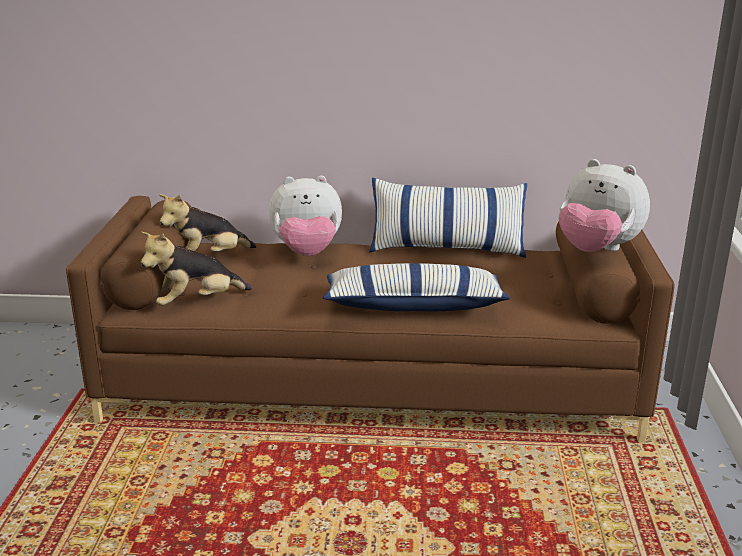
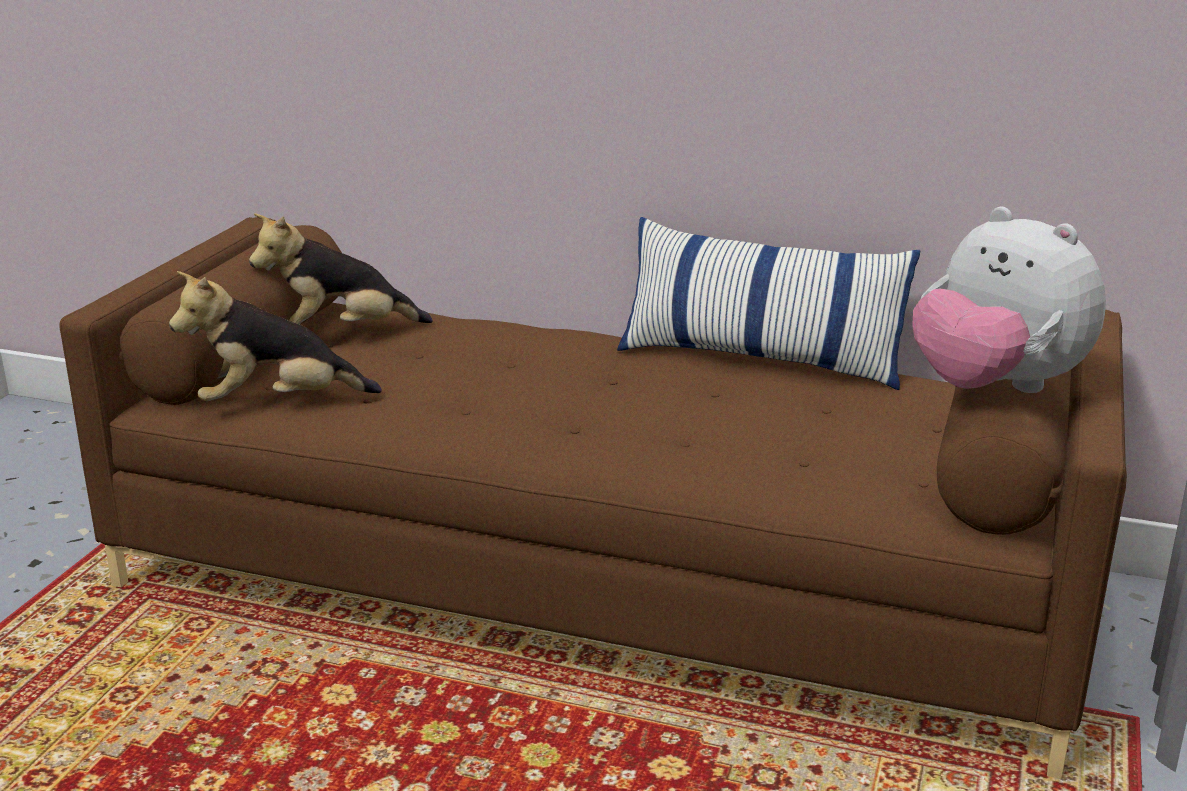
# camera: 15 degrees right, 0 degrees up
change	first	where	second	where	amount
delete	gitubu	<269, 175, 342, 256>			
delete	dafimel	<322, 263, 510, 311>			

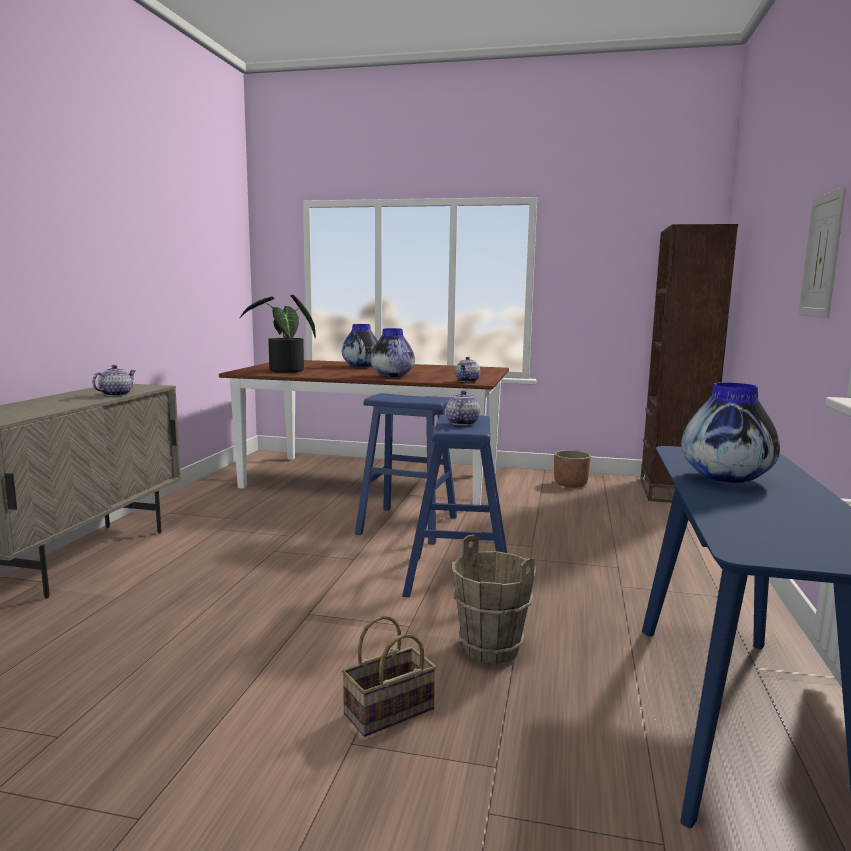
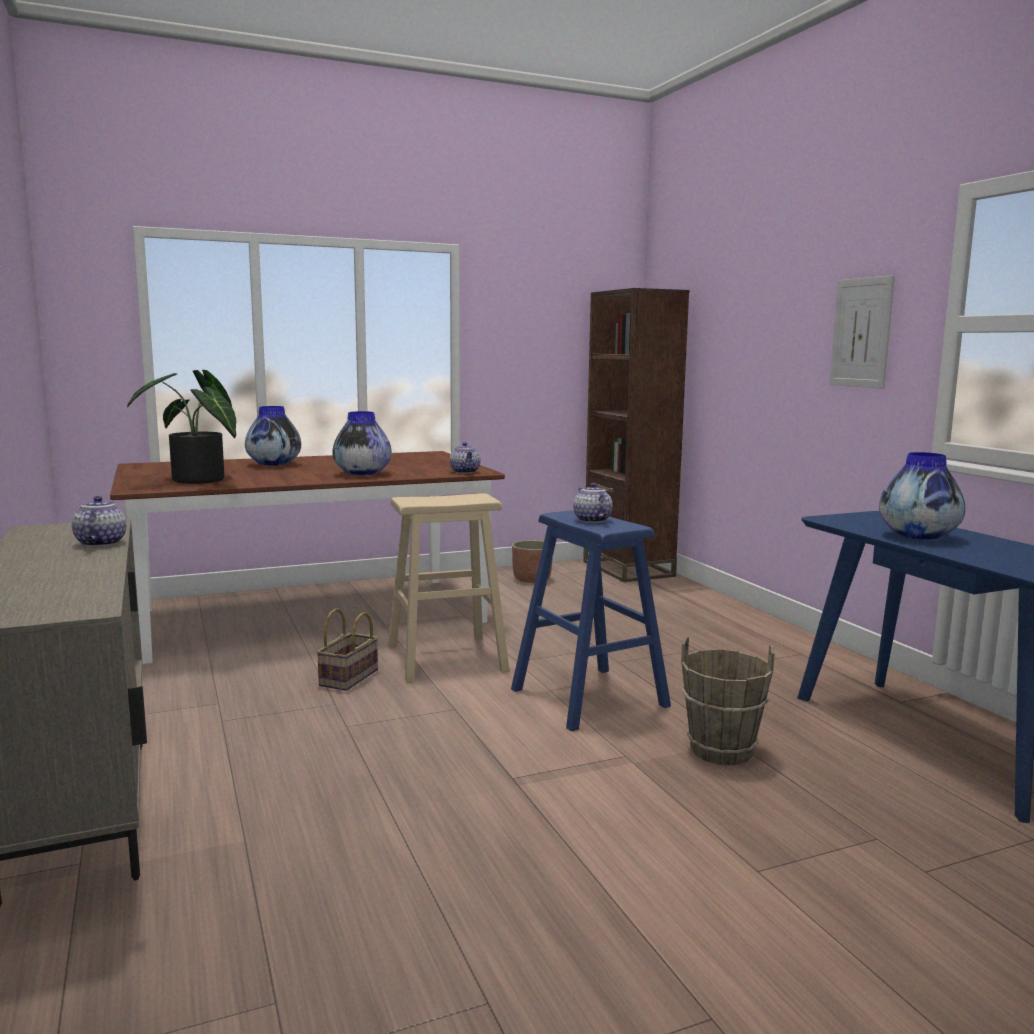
# camera: 35 degrees left, 0 degrees up
change	first	where	second	where	amount
move	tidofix	<342, 615, 436, 737>		<317, 608, 378, 691>	
recolor	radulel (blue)	<355, 393, 457, 545>	radulel (beige)	<388, 493, 510, 683>	

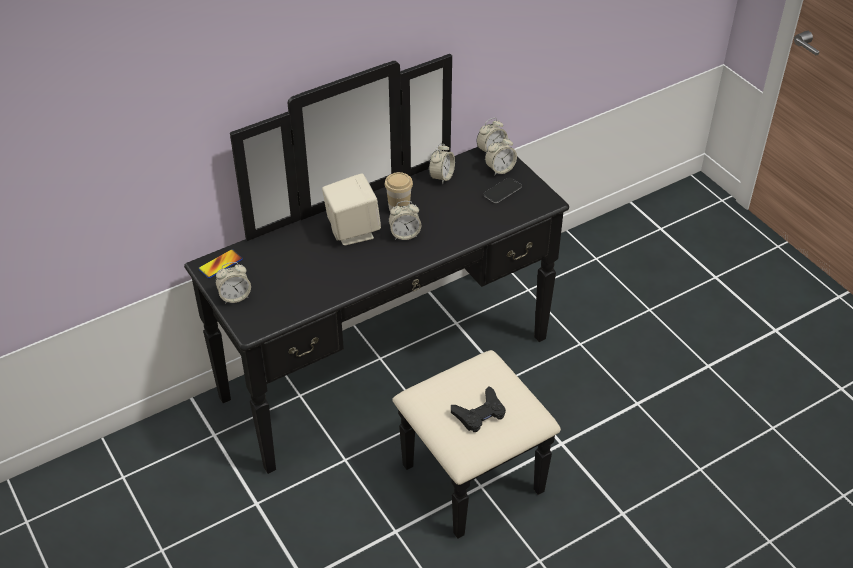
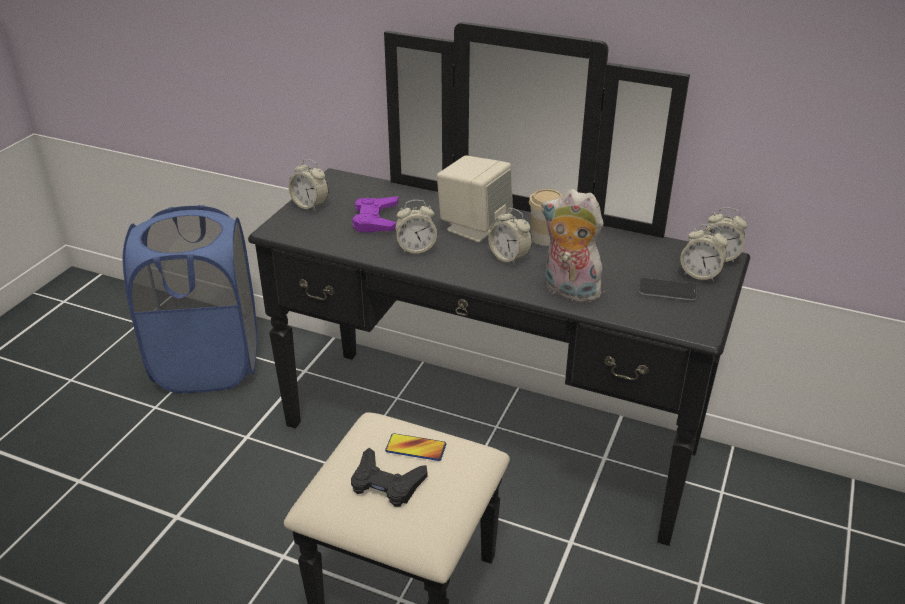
# camera: 55 degrees right, 10 degrees down
change	first	where	second	where	amount
insert			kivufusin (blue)	<123, 205, 257, 393>	
insert			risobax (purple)	<352, 196, 398, 232>	
move	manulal	<198, 249, 243, 278>		<385, 433, 446, 461>	
move	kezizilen	<429, 143, 455, 185>		<395, 200, 437, 254>	
insert			gitubu	<541, 189, 606, 302>	

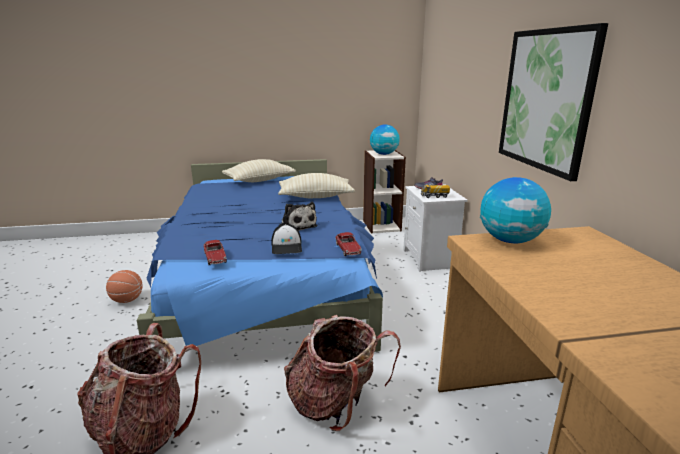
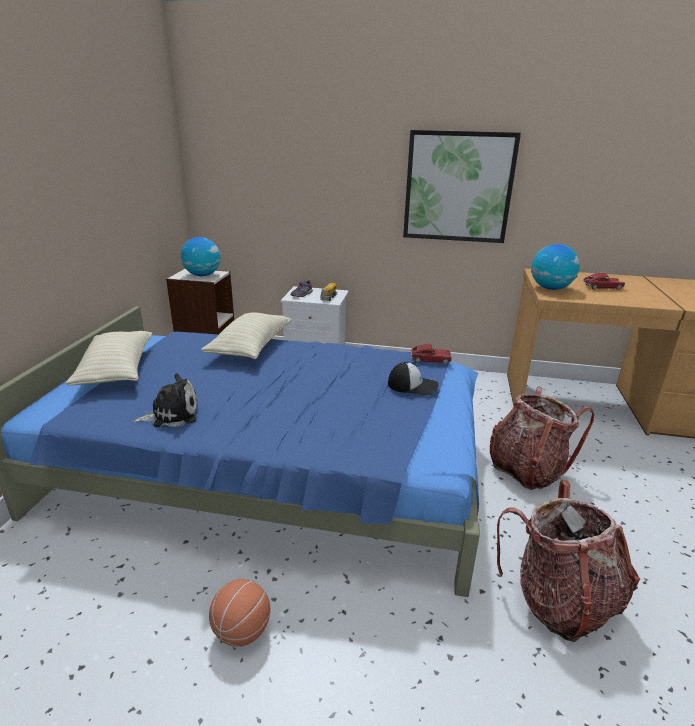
# camera: 70 degrees left, 5 degrees up
change	first	where	second	where	amount
move	gitubu	<279, 202, 318, 231>		<133, 373, 198, 427>	
move	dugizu	<203, 240, 227, 265>		<583, 273, 625, 290>	

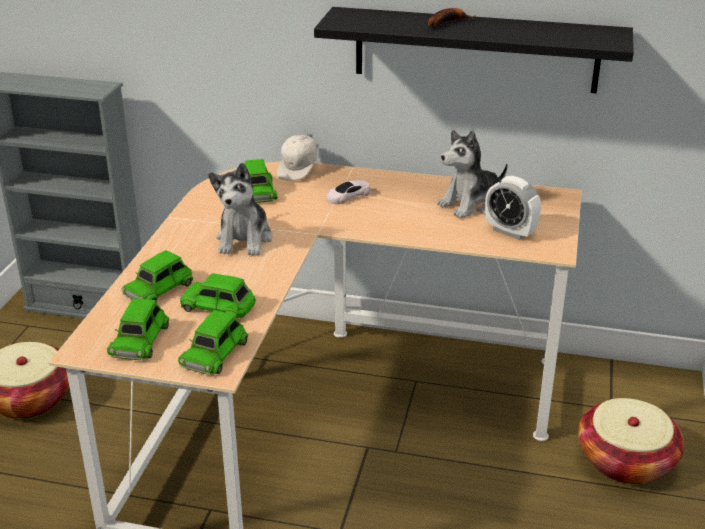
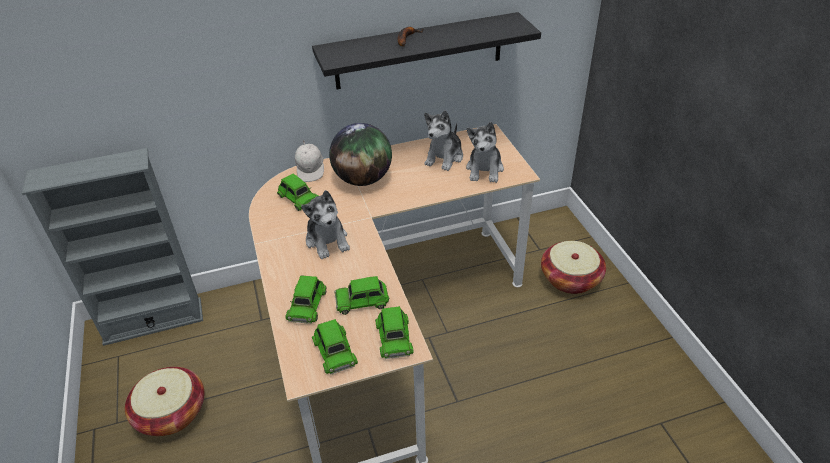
# camera: 30 degrees left, 10 degrees up
change	first	where	second	where	amount
replace	dugizu (white)	<327, 180, 371, 204>	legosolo	<329, 123, 392, 186>	
replace	kezizilen	<485, 176, 541, 240>	gitubu	<466, 122, 504, 183>	

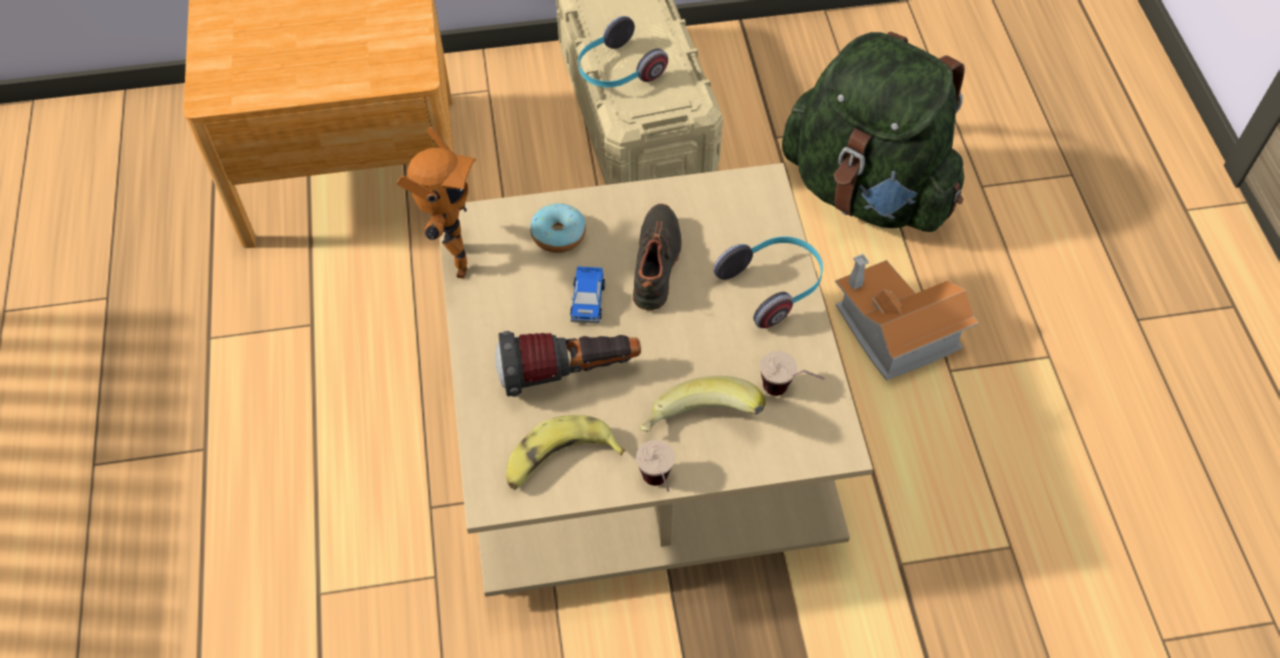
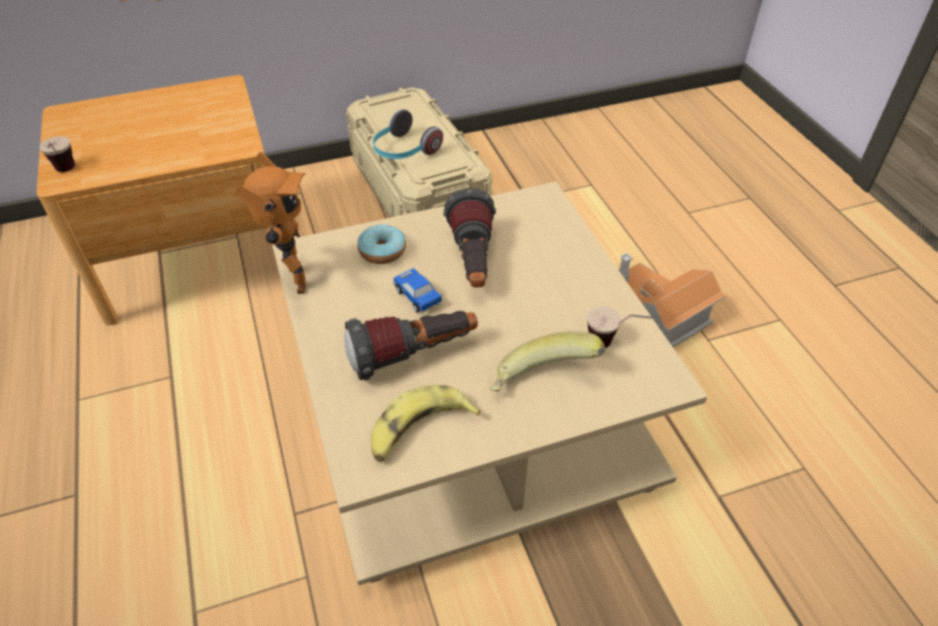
# camera: 10 degrees left, 10 degrees down
change	first	where	second	where	amount
move	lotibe	<636, 440, 675, 492>		<40, 136, 75, 172>	
rotate	dugizu	<570, 266, 605, 324>		<393, 268, 442, 313>	150 degrees clockwise
replace	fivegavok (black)	<633, 204, 681, 310>	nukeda	<443, 188, 496, 288>	
delete	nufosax	<714, 237, 823, 328>			
delete	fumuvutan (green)	<782, 32, 965, 232>			

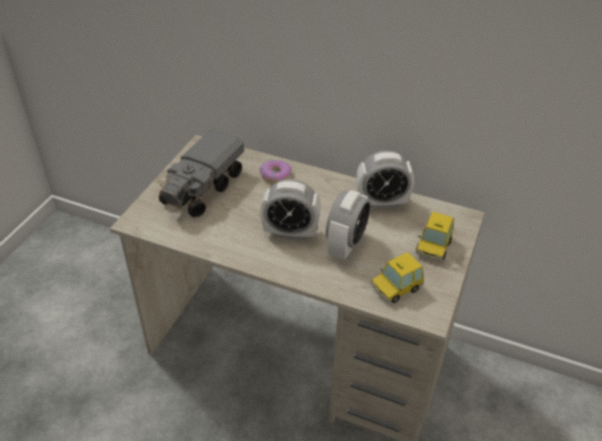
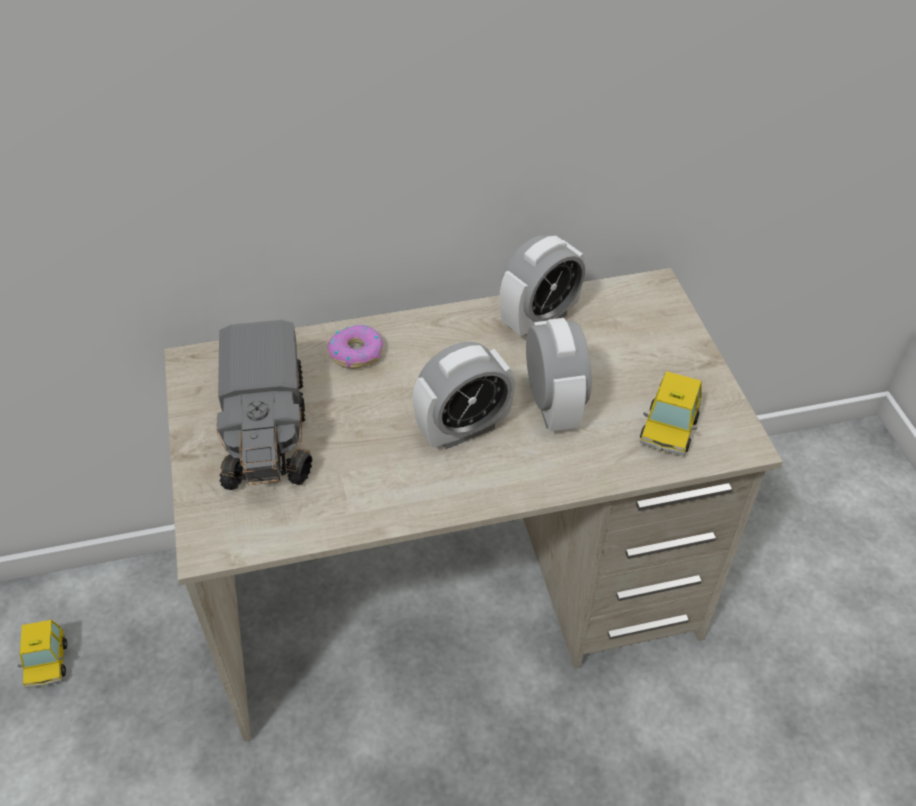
# camera: 35 degrees left, 5 degrees up
change	first	where	second	where	amount
move	dugizu	<416, 212, 453, 261>		<17, 620, 67, 688>	

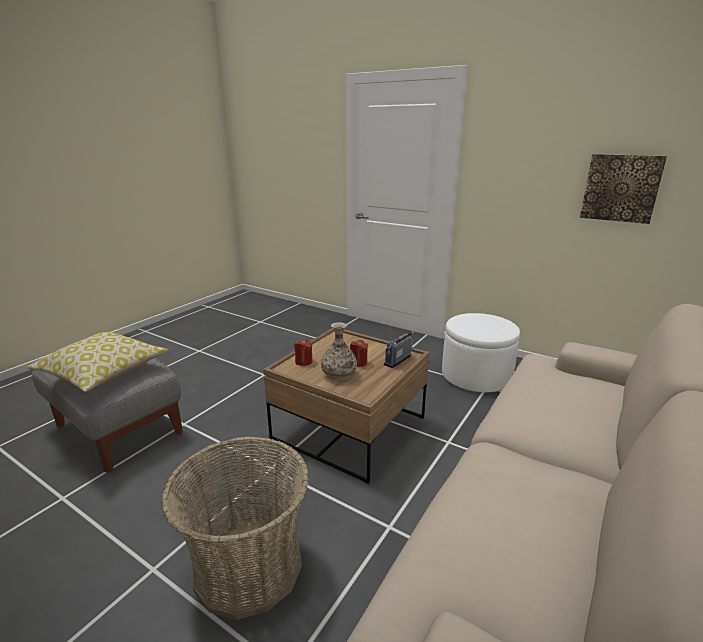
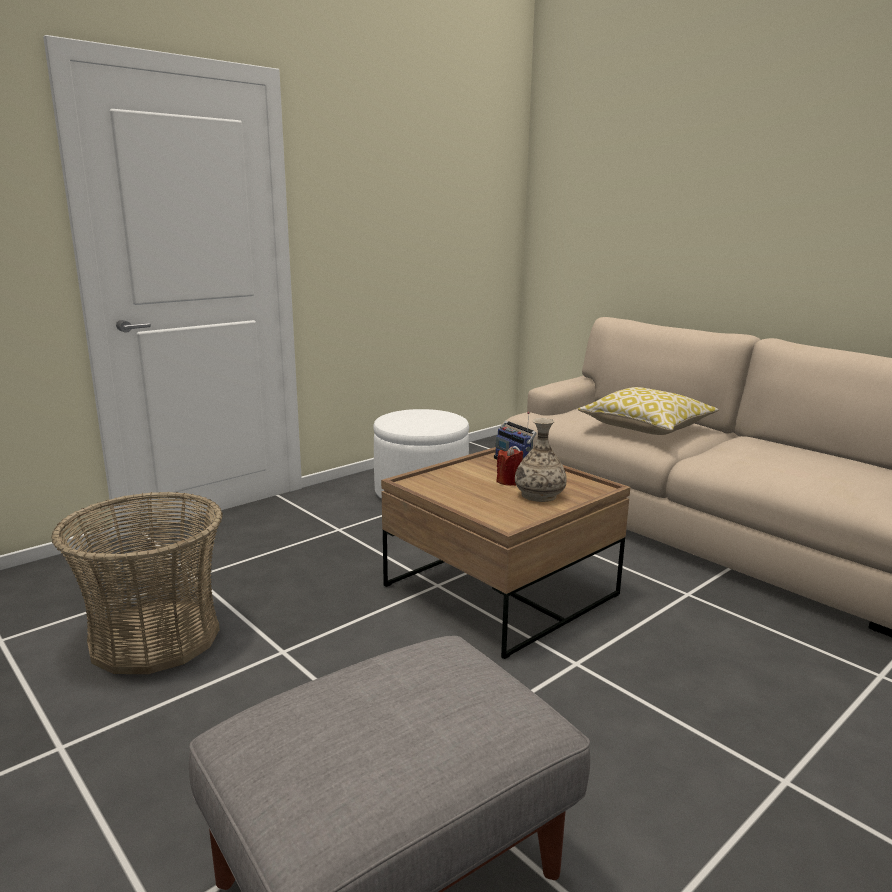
# camera: 75 degrees left, 5 degrees down
change	first	where	second	where	amount
move	tidofix	<161, 436, 309, 620>		<51, 492, 223, 674>	
move	dafimel	<27, 332, 168, 392>		<578, 387, 719, 435>	
delete	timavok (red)	<294, 339, 313, 366>			
delete	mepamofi	<580, 154, 667, 224>			

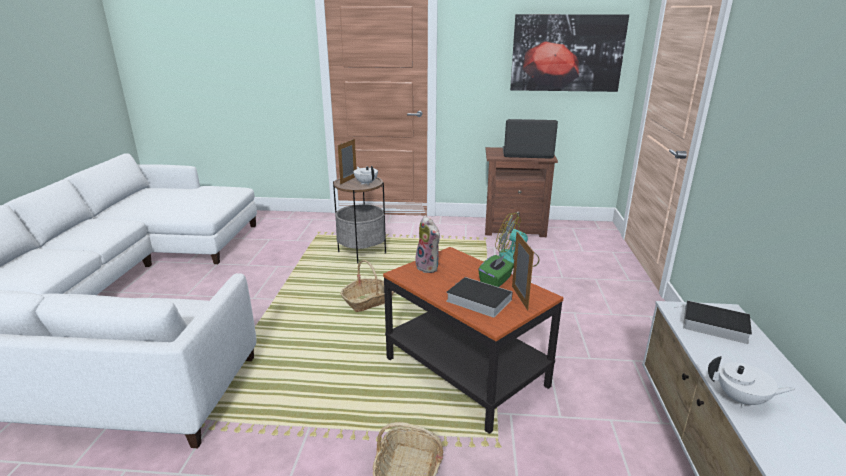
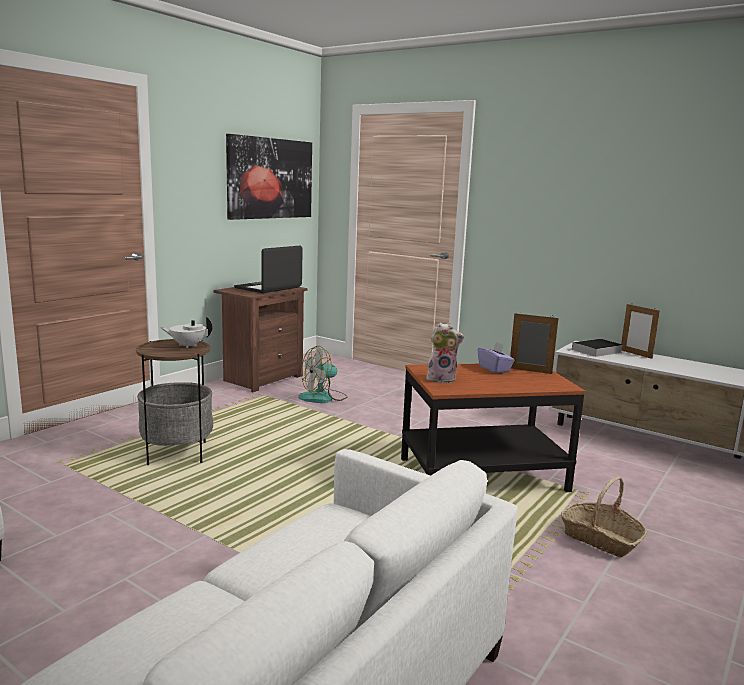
# camera: 60 degrees left, 10 degrees down
change	first	where	second	where	amount
recolor	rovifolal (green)	<478, 255, 514, 287>	rovifolal (purple)	<478, 341, 515, 373>	
move	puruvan	<338, 138, 356, 185>		<621, 303, 660, 359>	
delete	tidofix	<341, 260, 395, 312>			
delete	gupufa	<446, 277, 513, 318>			
delete	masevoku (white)	<708, 356, 795, 408>			

